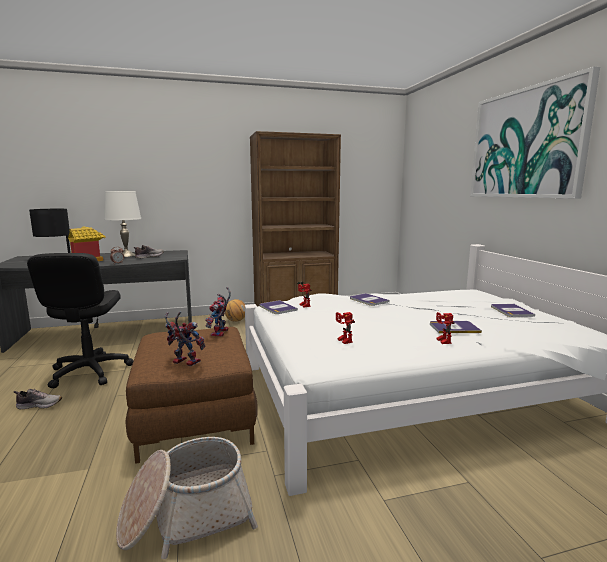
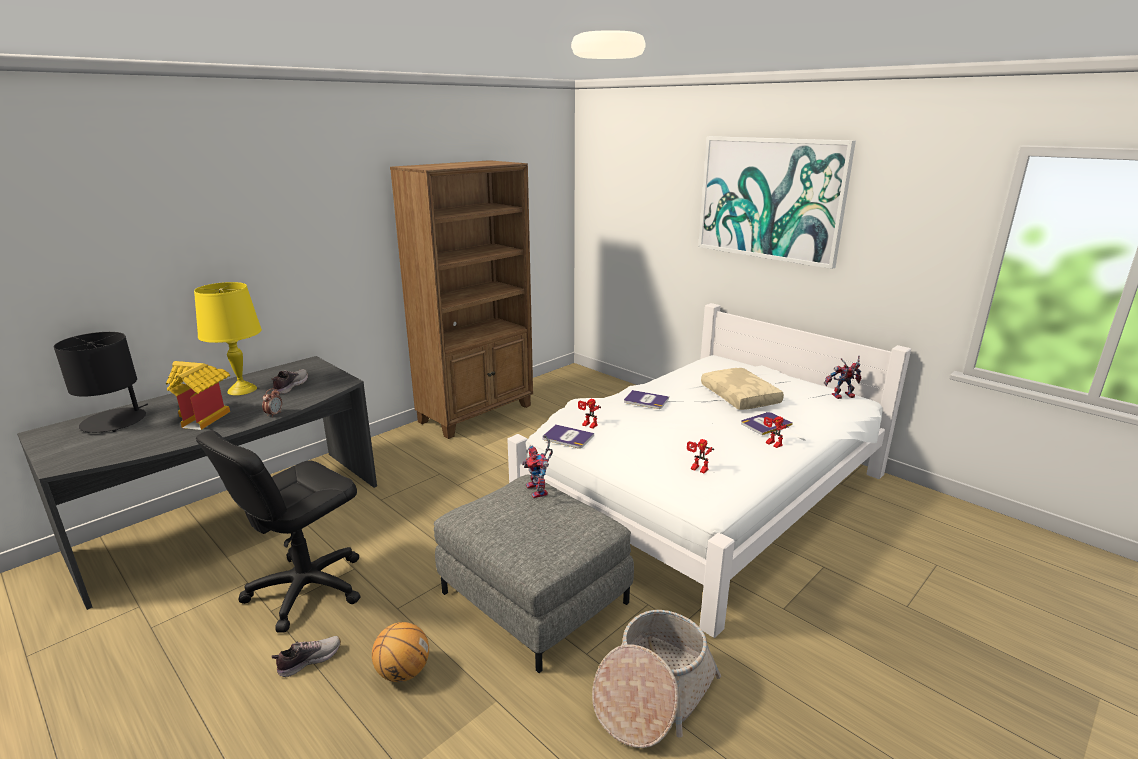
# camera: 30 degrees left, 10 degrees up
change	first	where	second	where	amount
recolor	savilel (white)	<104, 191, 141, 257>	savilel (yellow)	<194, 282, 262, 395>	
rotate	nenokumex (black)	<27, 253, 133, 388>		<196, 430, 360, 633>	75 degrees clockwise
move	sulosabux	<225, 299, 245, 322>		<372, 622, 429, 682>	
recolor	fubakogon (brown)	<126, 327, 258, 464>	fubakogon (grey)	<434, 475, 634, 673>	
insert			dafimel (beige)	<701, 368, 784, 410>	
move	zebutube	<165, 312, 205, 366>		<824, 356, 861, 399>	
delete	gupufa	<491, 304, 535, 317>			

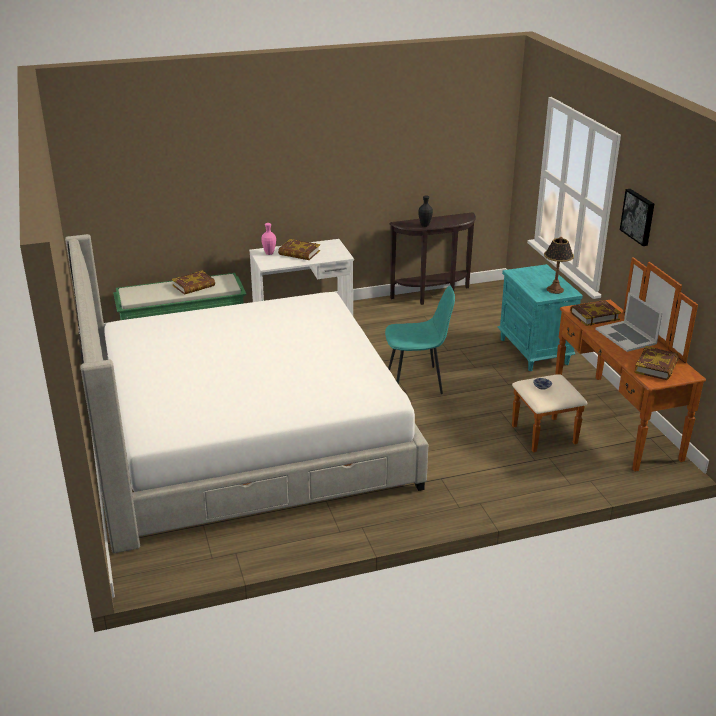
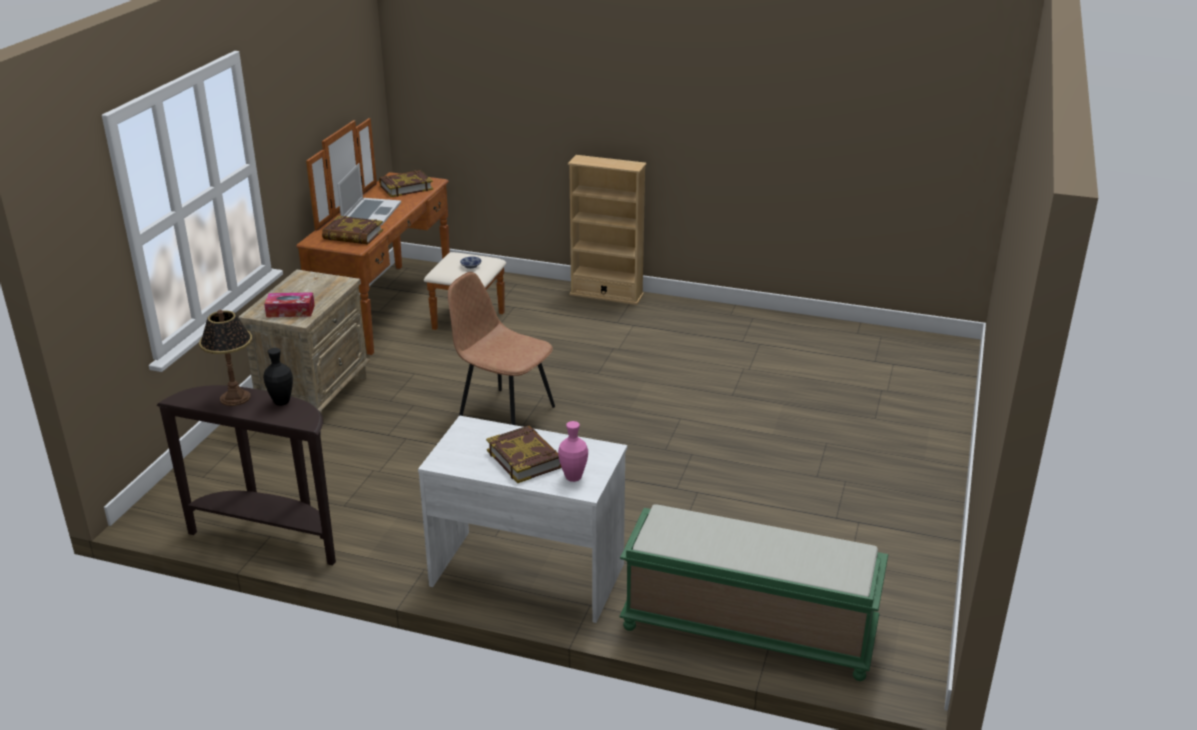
# camera: 145 degrees left, 0 degrees up
change	first	where	second	where	amount
move	savilel	<544, 237, 574, 294>		<199, 310, 252, 406>	
recolor	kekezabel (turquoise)	<498, 264, 583, 371>	kekezabel (beige)	<239, 270, 370, 413>	
insert			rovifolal	<264, 292, 315, 317>	
recolor	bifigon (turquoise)	<385, 286, 455, 394>	bifigon (brown)	<448, 272, 555, 425>	
insert			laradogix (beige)	<568, 155, 647, 305>	
delete	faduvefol	<65, 234, 428, 553>			
delete	gupufa	<172, 271, 215, 295>			
delete	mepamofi	<620, 189, 654, 246>			

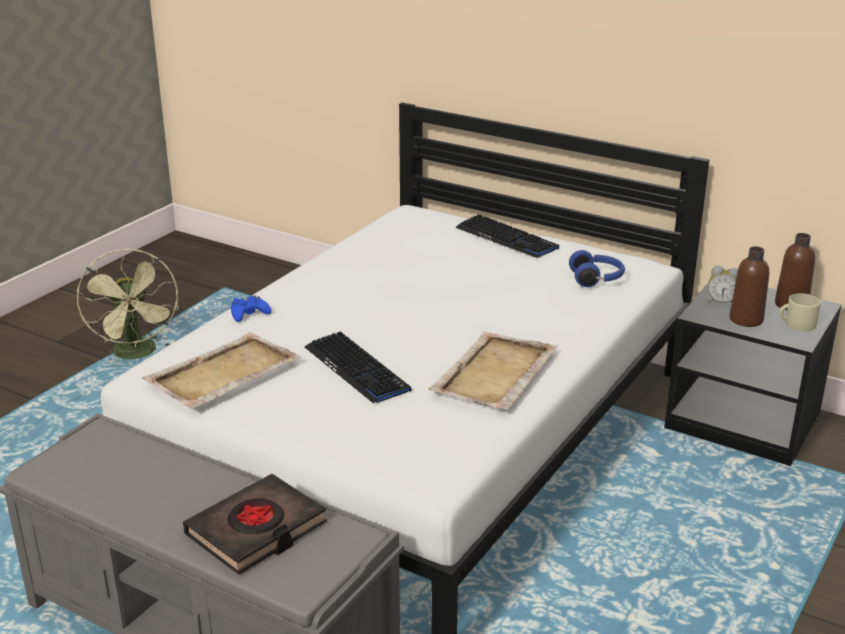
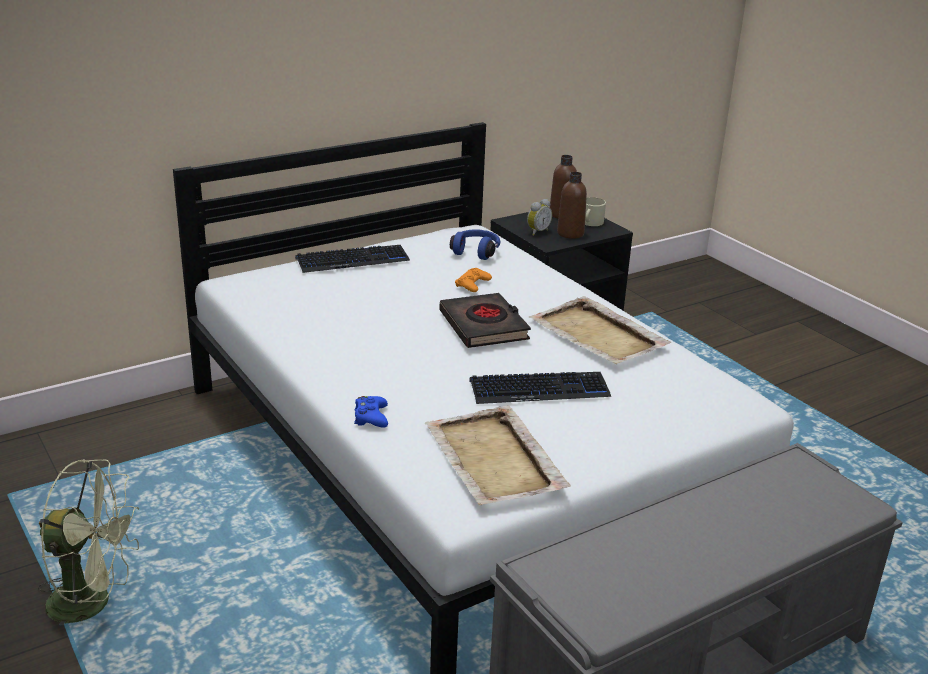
# camera: 65 degrees left, 0 degrees up
change	first	where	second	where	amount
move	gupufa (black)	<183, 474, 327, 575>		<439, 293, 531, 348>	
insert			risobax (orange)	<455, 268, 492, 292>	

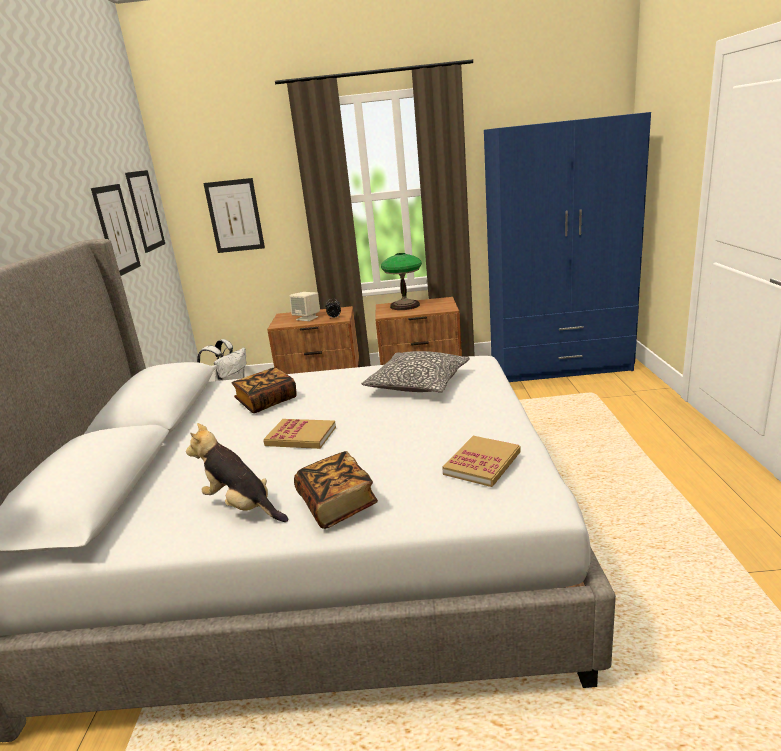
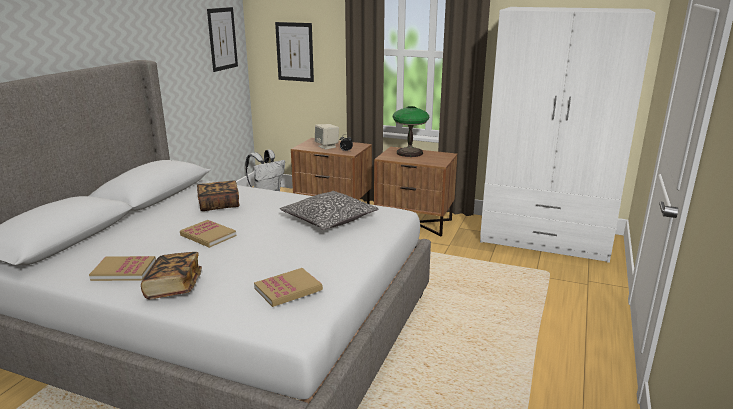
# camera: 20 degrees right, 0 degrees up
change	first	where	second	where	amount
replace	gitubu	<186, 423, 288, 522>	gupufa	<89, 256, 156, 281>	
recolor	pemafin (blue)	<484, 112, 651, 382>	pemafin (white)	<480, 7, 656, 263>	
delete	mepamofi	<91, 184, 141, 276>			

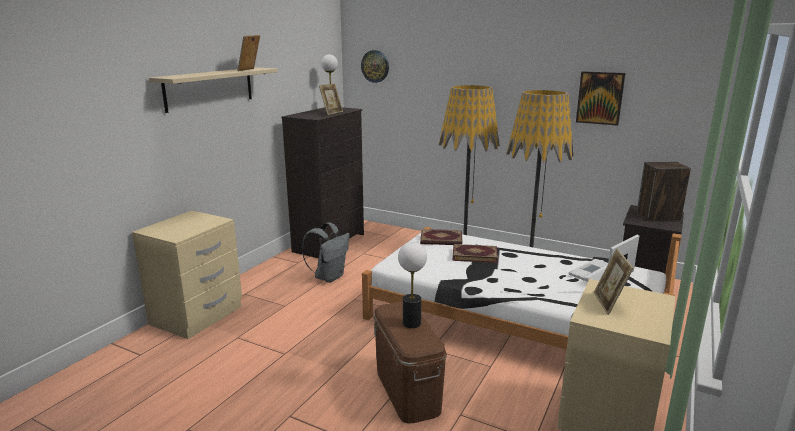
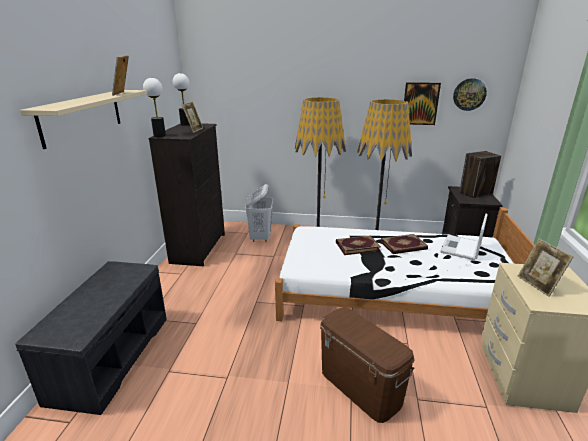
# camera: 20 degrees left, 5 degrees up
change	first	where	second	where	amount
replace	kekezabel (beige)	<132, 210, 242, 339>	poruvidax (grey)	<15, 261, 167, 415>	
move	savilel	<398, 242, 427, 328>		<143, 78, 166, 137>	
insert			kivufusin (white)	<245, 184, 273, 242>	
move	gupufa	<420, 229, 462, 245>		<381, 234, 428, 254>	
move	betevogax	<361, 50, 389, 83>		<453, 78, 487, 111>	
delete	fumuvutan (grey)	<302, 222, 350, 283>			

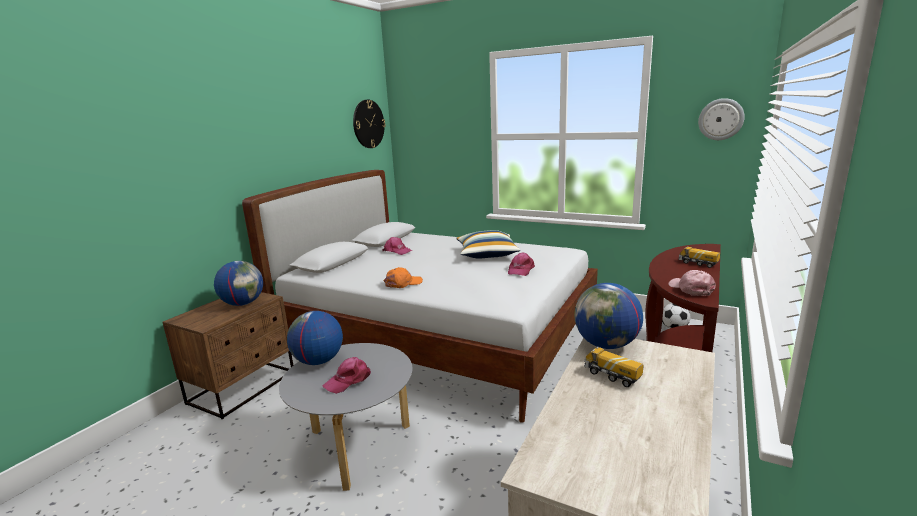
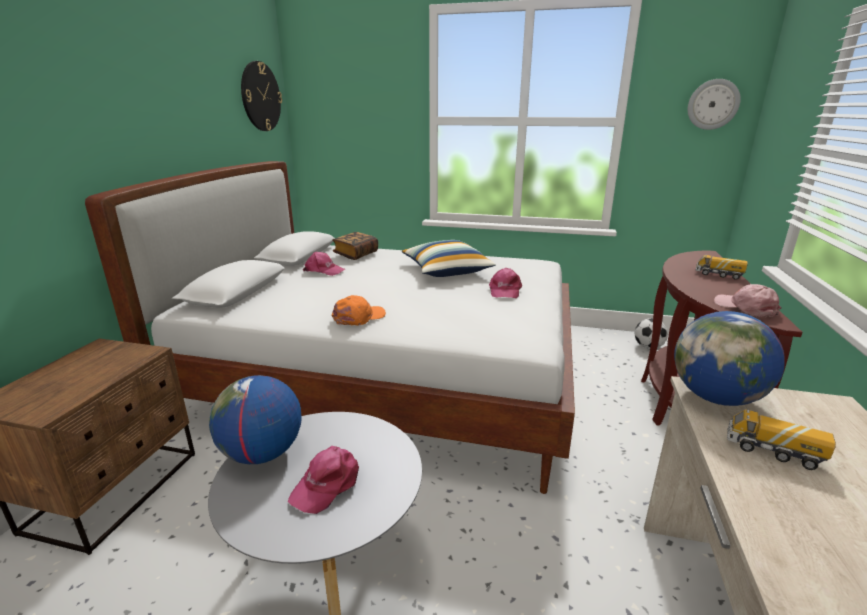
# camera: 15 degrees left, 5 degrees up
change	first	where	second	where	amount
insert			gupufa	<332, 232, 378, 260>	
delete	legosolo	<214, 261, 263, 306>			

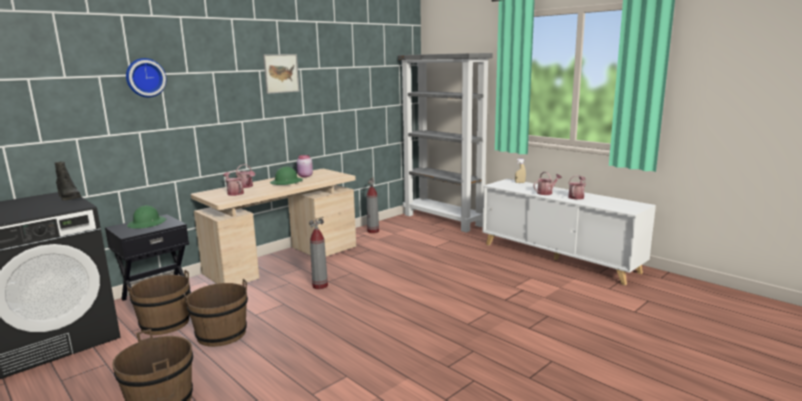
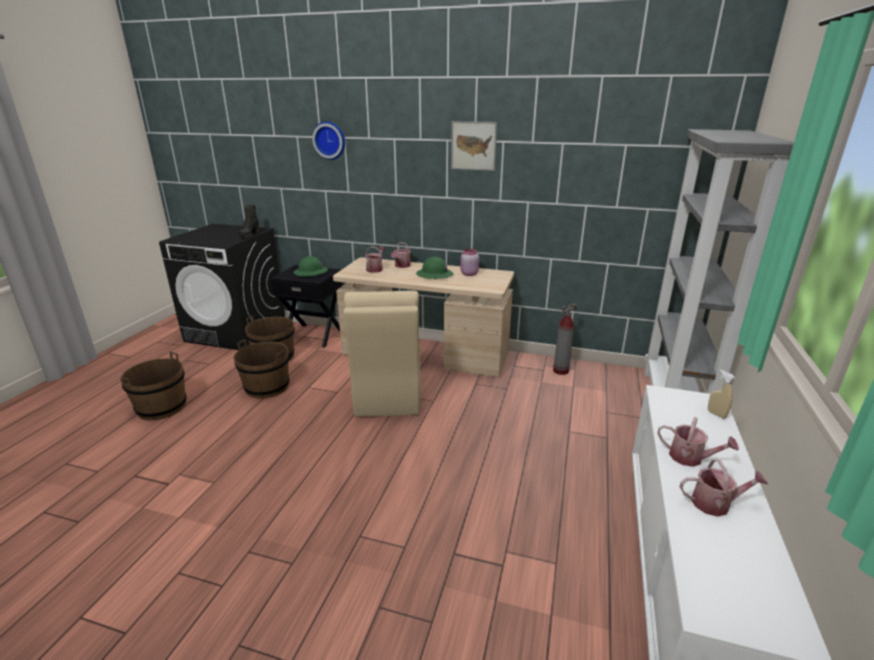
# camera: 60 degrees right, 10 degrees up
change	first	where	second	where	amount
replace	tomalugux	<309, 217, 328, 289>	bifigon (beige)	<343, 291, 420, 417>	

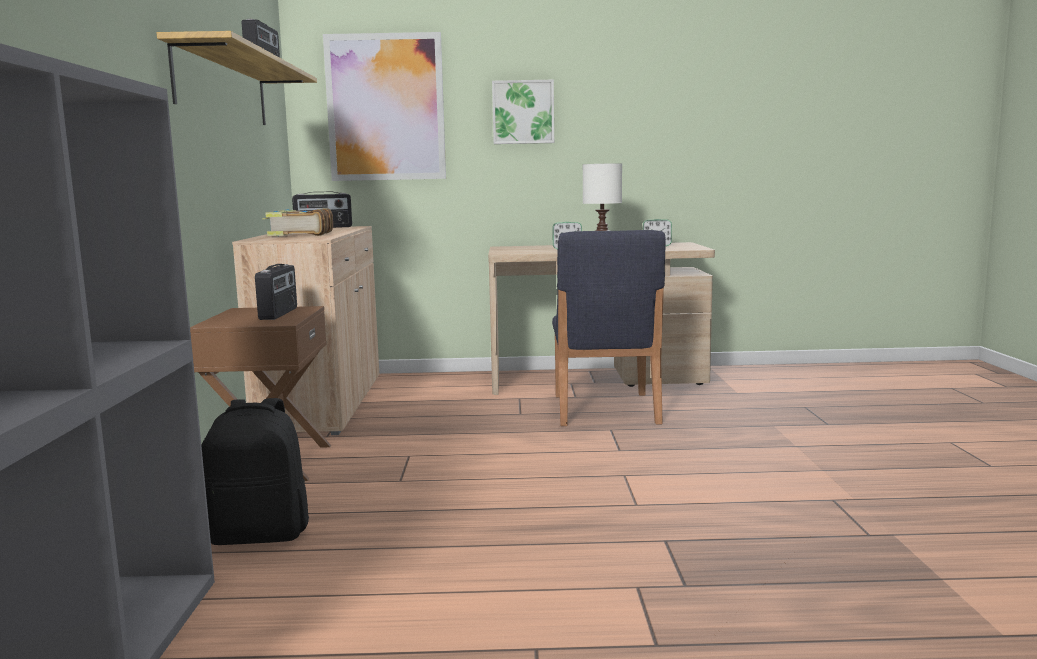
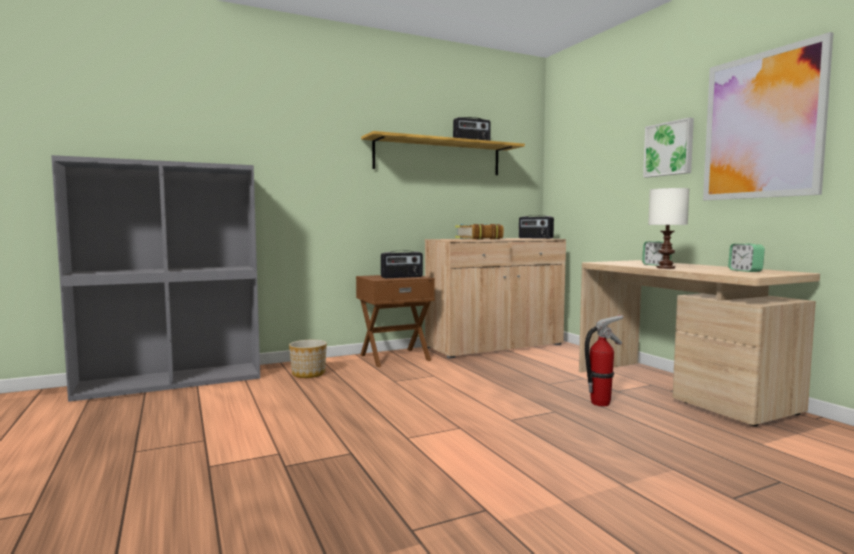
# camera: 65 degrees right, 5 degrees down
change	first	where	second	where	amount
replace	fumuvutan (black)	<201, 398, 309, 545>	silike	<289, 340, 327, 378>	
replace	bifigon (blue)	<552, 230, 666, 426>	tomalugux	<585, 315, 624, 406>	
move	mepamofi	<323, 32, 446, 181>		<703, 32, 833, 200>	

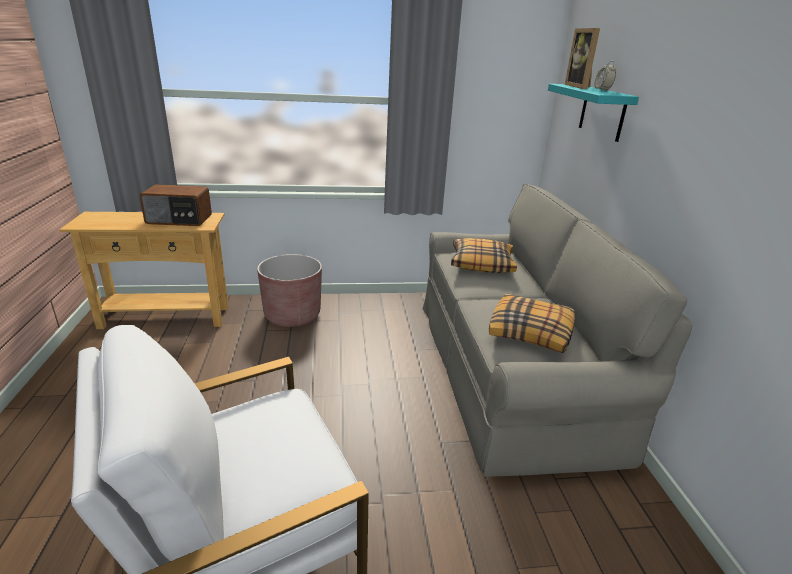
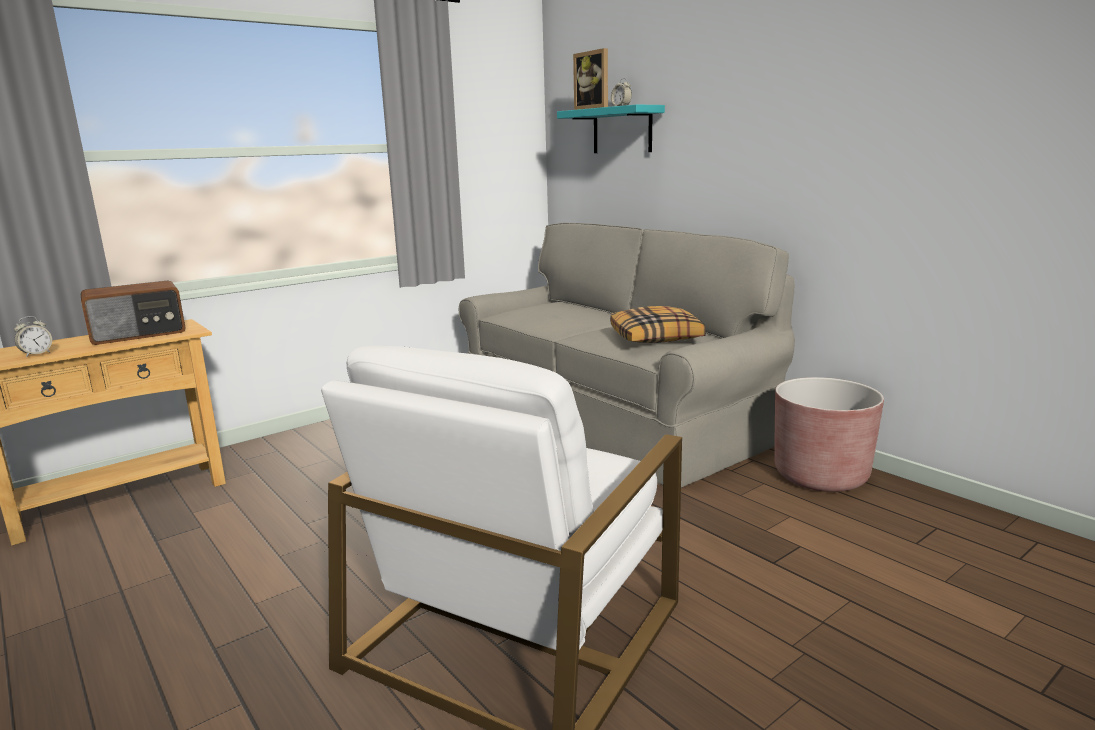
# camera: 30 degrees left, 10 degrees down
change	first	where	second	where	amount
insert			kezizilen	<14, 316, 52, 357>	
move	silike (brown)	<257, 254, 322, 327>		<774, 377, 884, 492>	
delete	dafimel	<451, 238, 517, 273>			

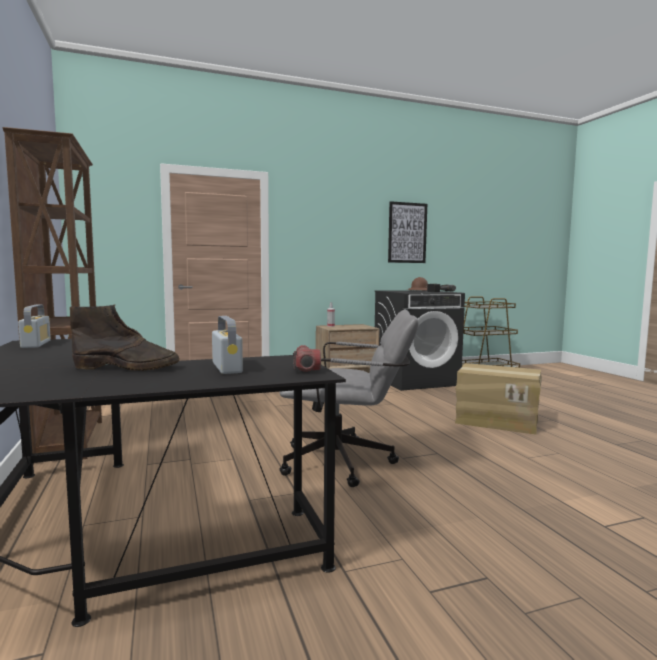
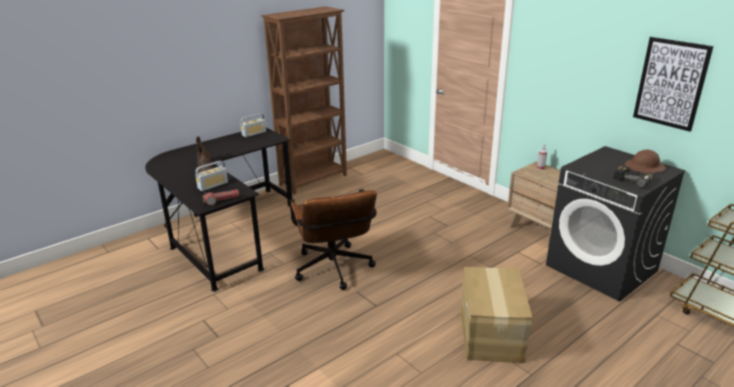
# camera: 70 degrees right, 20 degrees up
change	first	where	second	where	amount
recolor	nenokumex (grey)	<279, 309, 419, 487>	nenokumex (brown)	<290, 189, 377, 290>	

